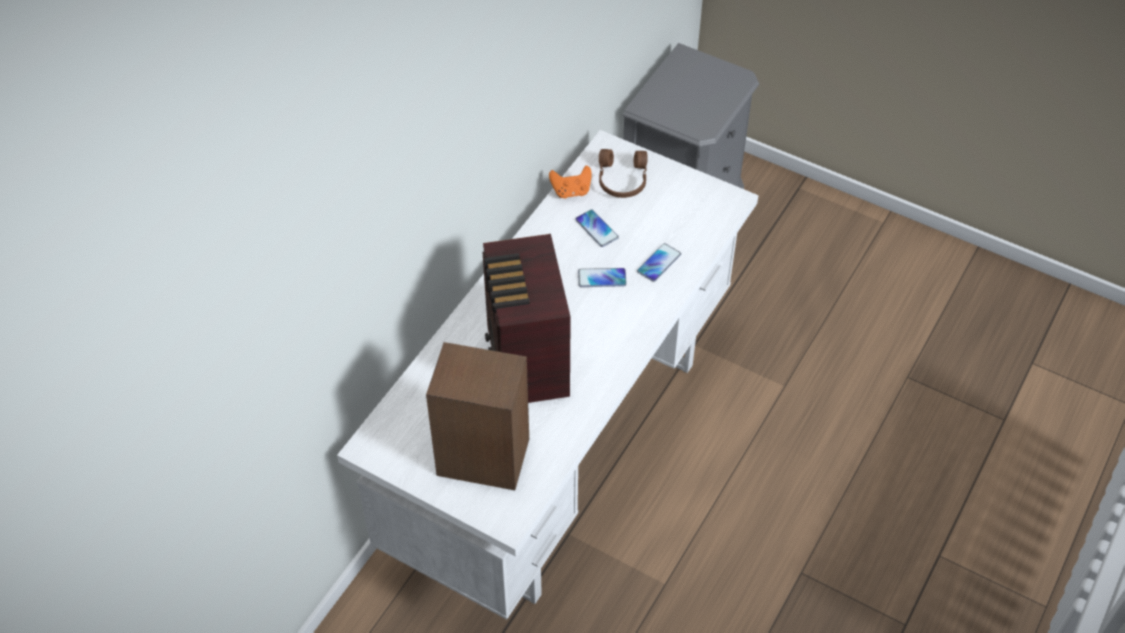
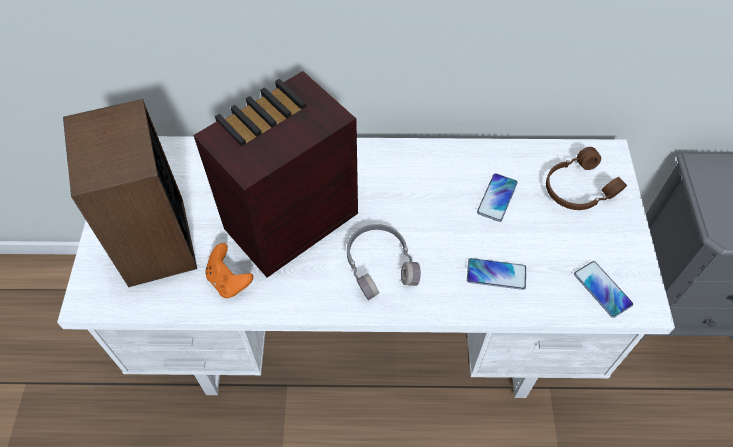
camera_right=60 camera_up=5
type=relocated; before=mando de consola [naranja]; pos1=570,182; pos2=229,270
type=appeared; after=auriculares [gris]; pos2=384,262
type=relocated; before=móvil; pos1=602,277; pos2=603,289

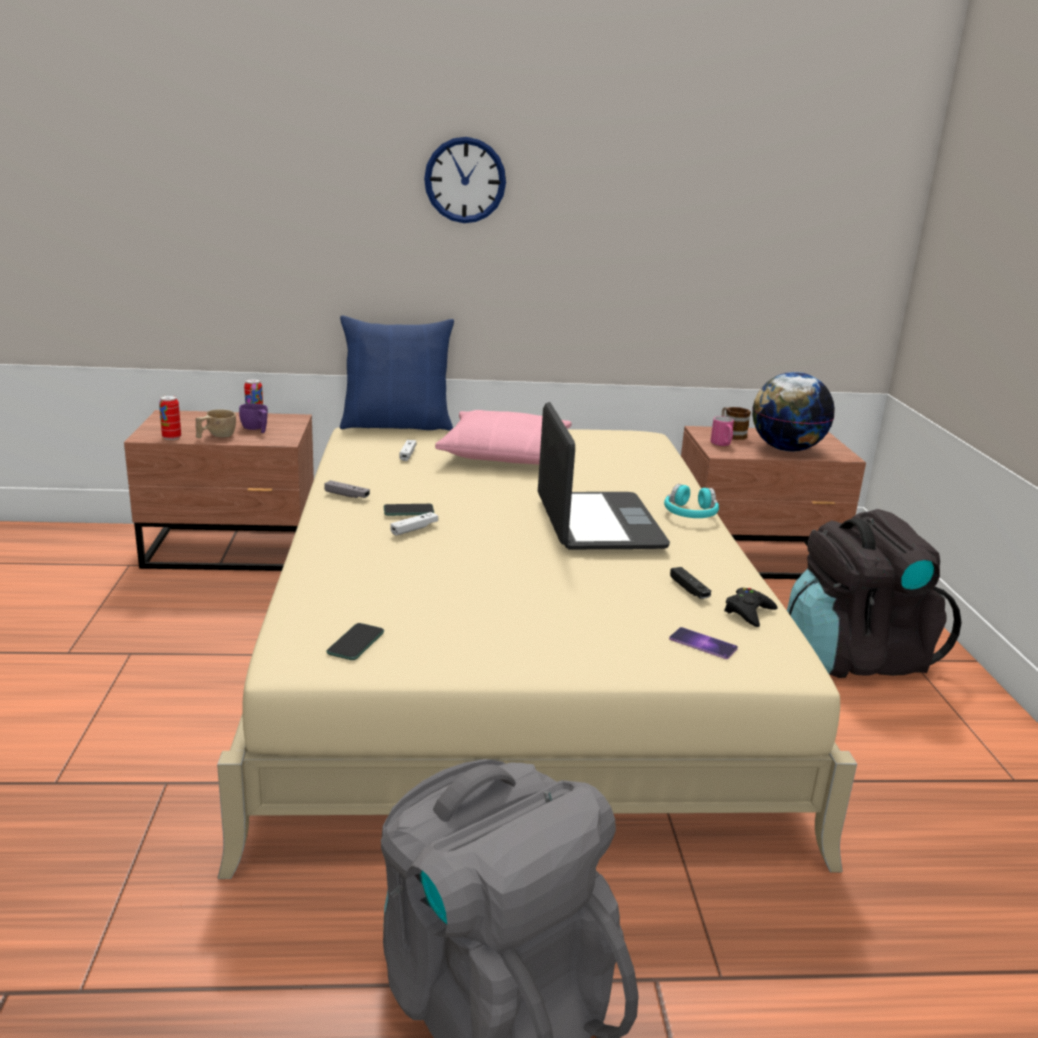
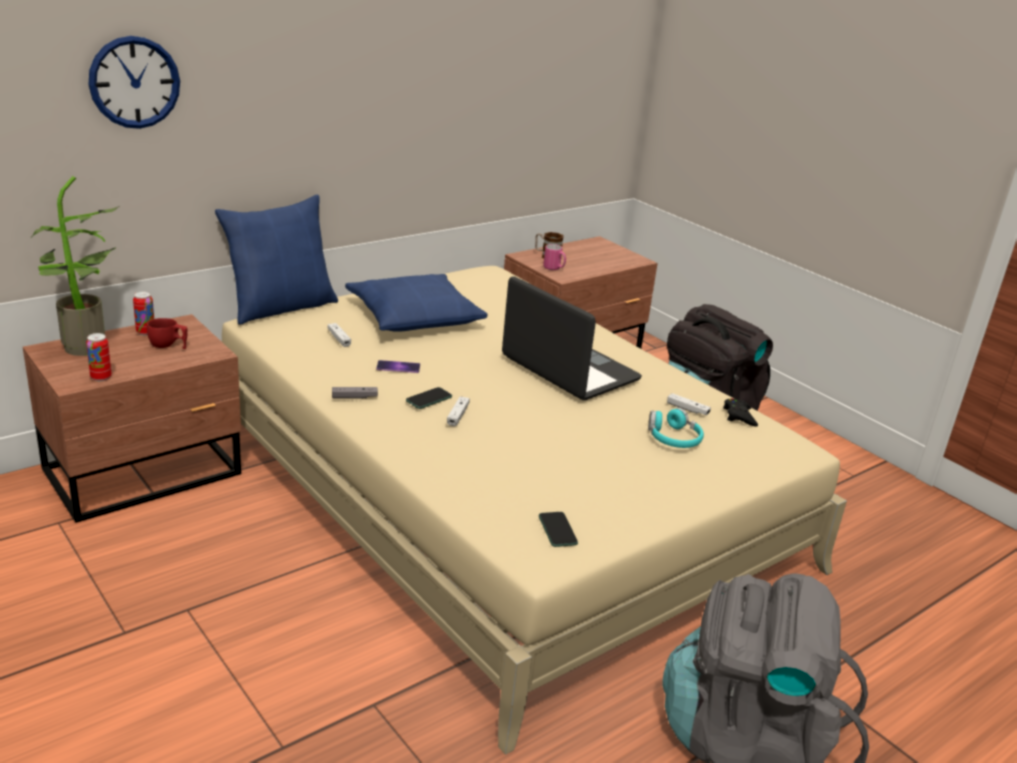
camera_right=-35 camera_up=5
type=appeared; after=planta en maceta; pos2=75,266
type=relocated; before=reloj de pared; pos1=465,180; pos2=134,82
type=colour; before=taza [morado]; after=taza [rojo]; pos1=253,418; pos2=167,333
type=colour; before=cojín [rosa]; after=cojín [azul]; pos1=503,437; pos2=416,303
type=relocated; before=móvil; pos1=703,643; pos2=398,366
type=relocated; before=auriculares [turquesa]; pos1=691,501; pos2=676,428
type=colour; before=mando de consola [negro]; after=mando de consola [blanco]; pos1=690,583; pos2=689,404
type=missing; before=taza [beis]; pos1=216,424
type=missing; before=globo terráqueo; pos1=793,412

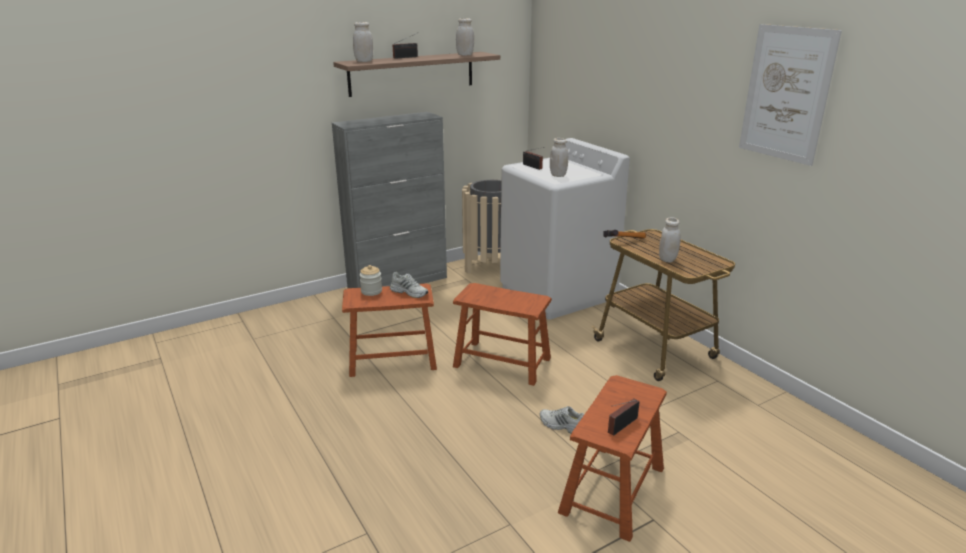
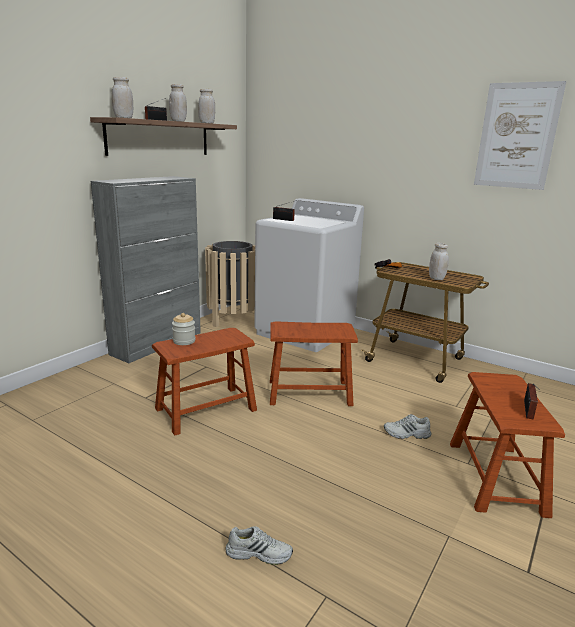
camera_right=-25 camera_up=-5
type=relocated; before=tarro [blanco]; pos1=559,157; pos2=178,103
type=relocated; before=zapato [blanco]; pos1=409,285; pos2=259,545

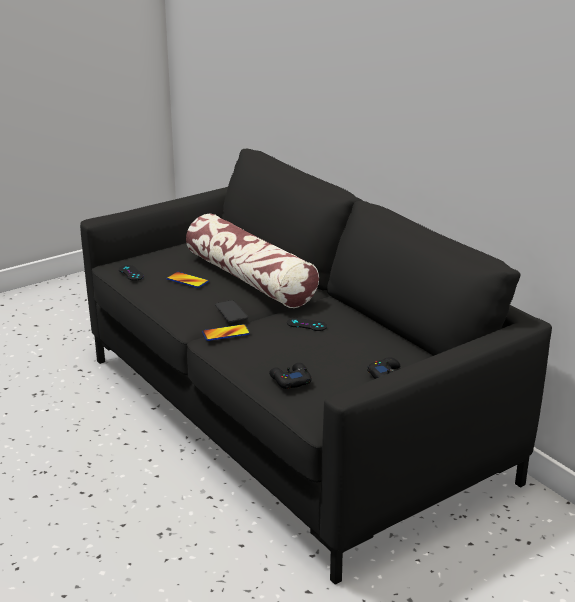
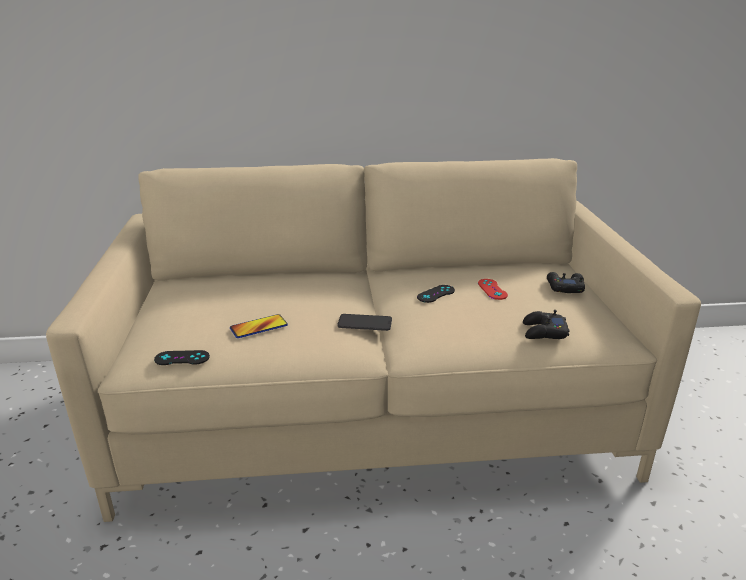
camera_right=-60 camera_up=0
type=colour; before=sofá [negro]; after=sofá [beis]; pos1=316,367; pos2=373,340
type=appeared; after=mando de consola [rojo]; pos2=493,289
type=missing; before=cojín; pos1=252,261
type=missing; before=móvil; pos1=226,332

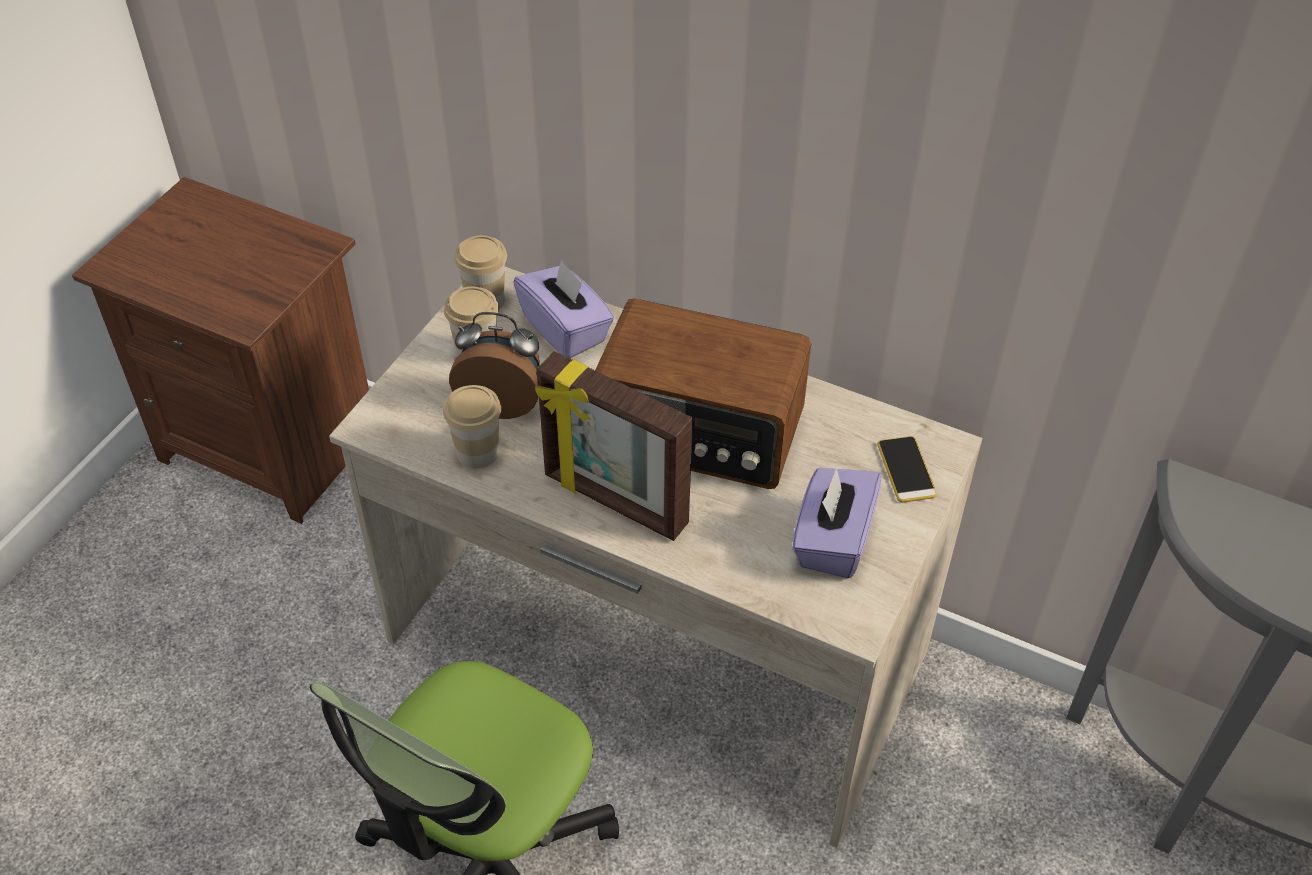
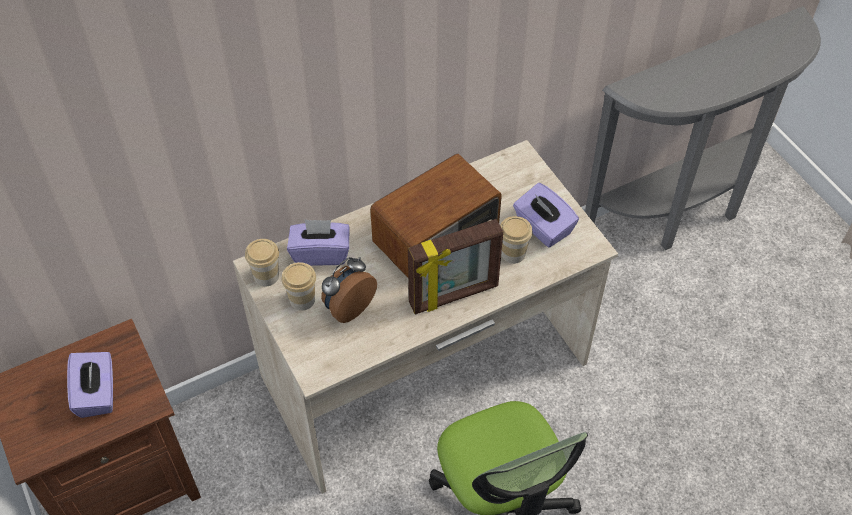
camera_right=-55 camera_up=5
type=appeared; after=caja de pañuelos [morado]; pos2=90,385
type=relocated; before=taza; pos1=472,426; pos2=516,240
type=missing; before=móvil; pos1=907,469

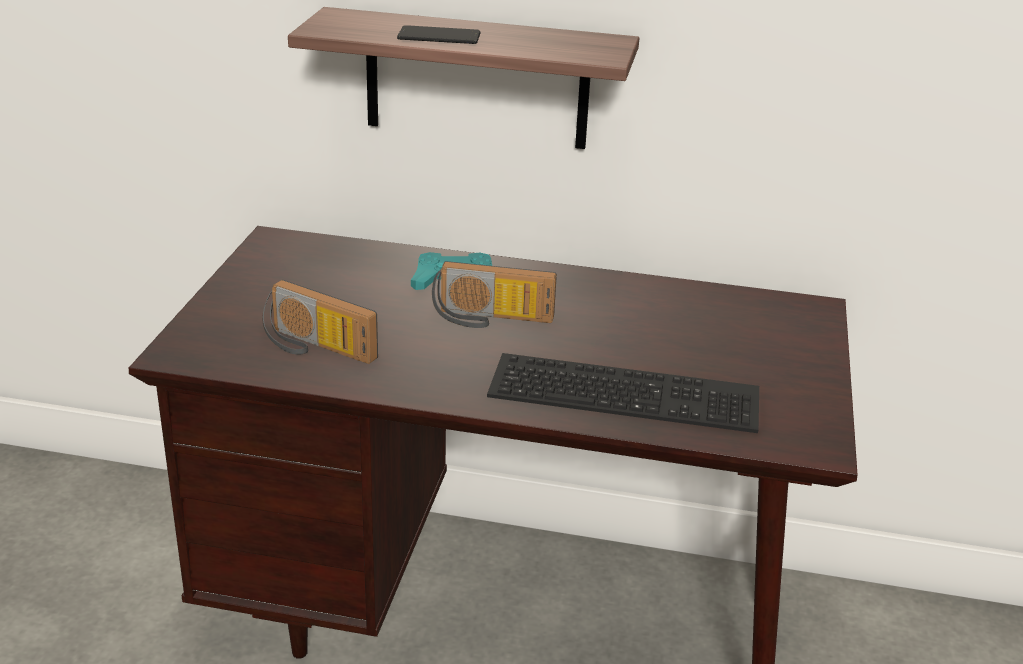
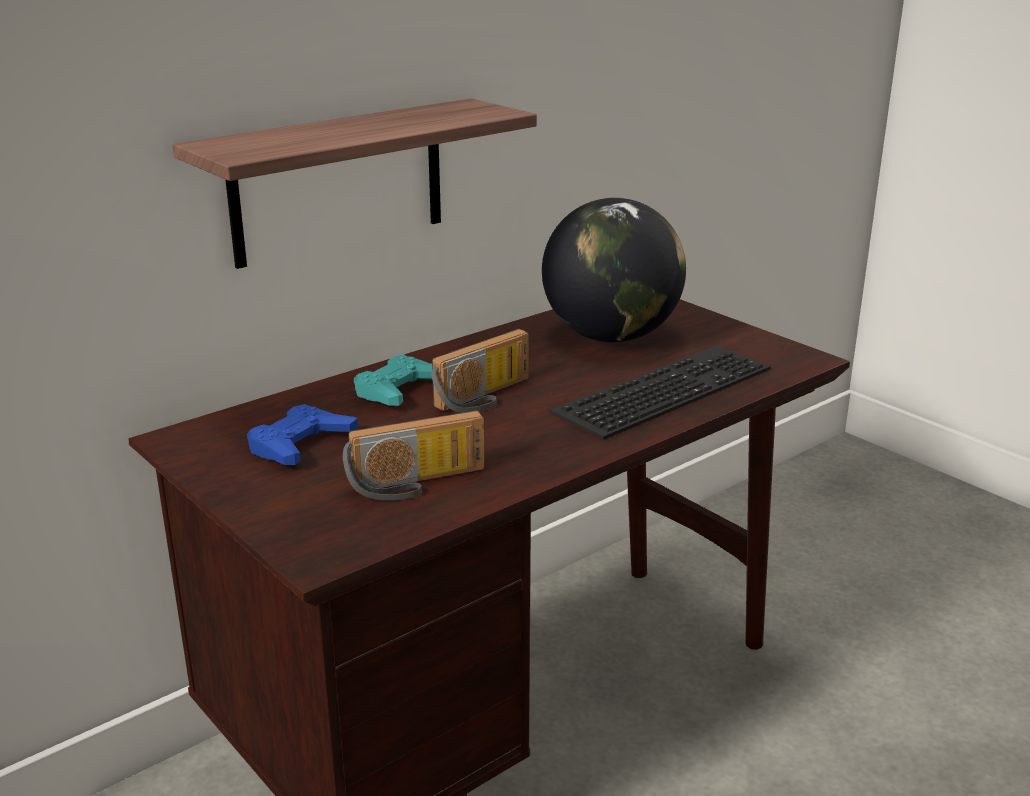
camera_right=-50 camera_up=-5
type=appeared; after=mando de consola [azul]; pos2=302,434
type=appeared; after=globo terráqueo; pos2=614,270
type=missing; before=móvil; pos1=439,34

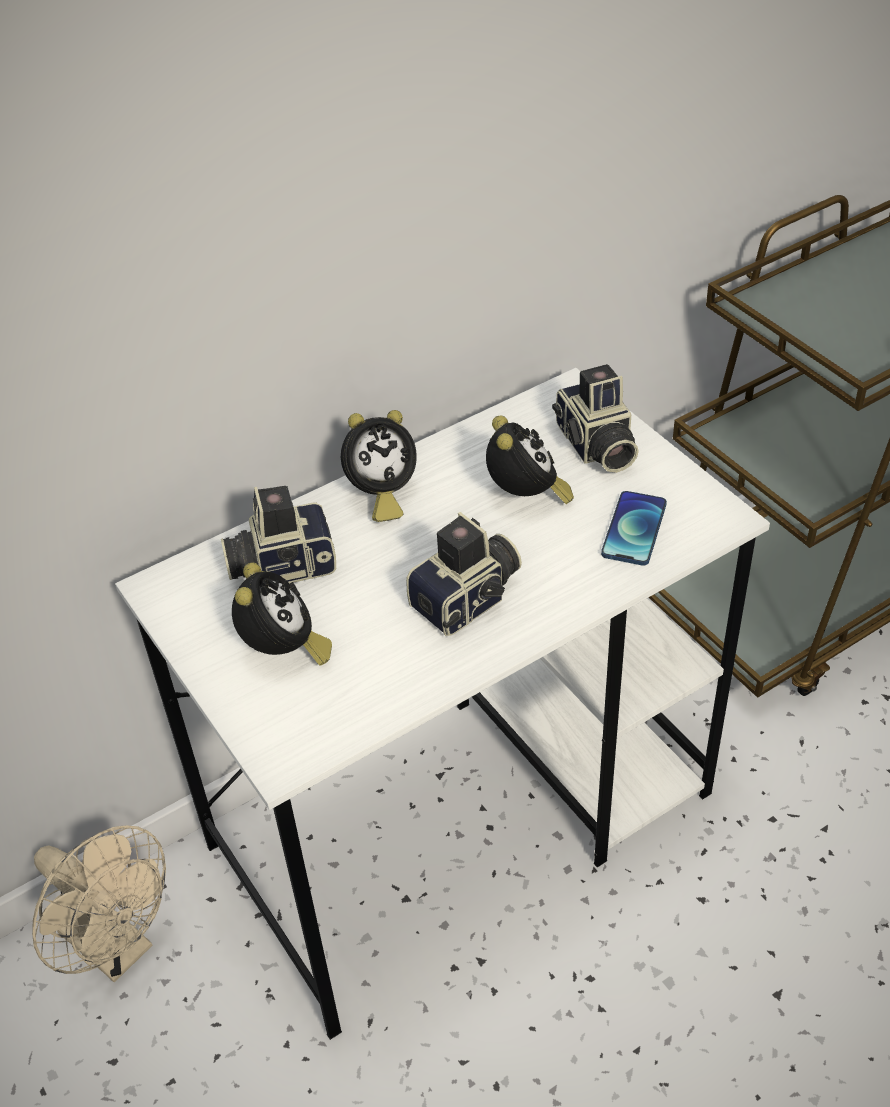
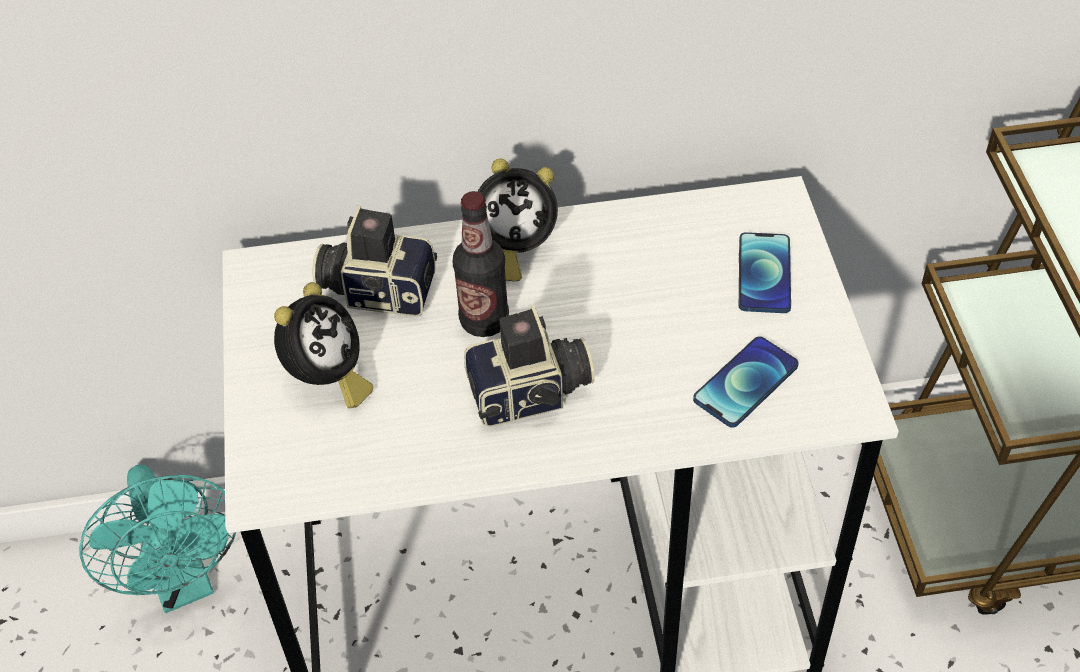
camera_right=25 camera_up=5
type=colour; before=ventilador [beis]; after=ventilador [turquesa]; pos1=99,903; pos2=158,538
type=appeared; after=botella; pos2=481,264
type=exchanged; before=cámara; after=móvil; pos1=595,418; pos2=765,272
type=missing; before=despertador; pos1=530,459

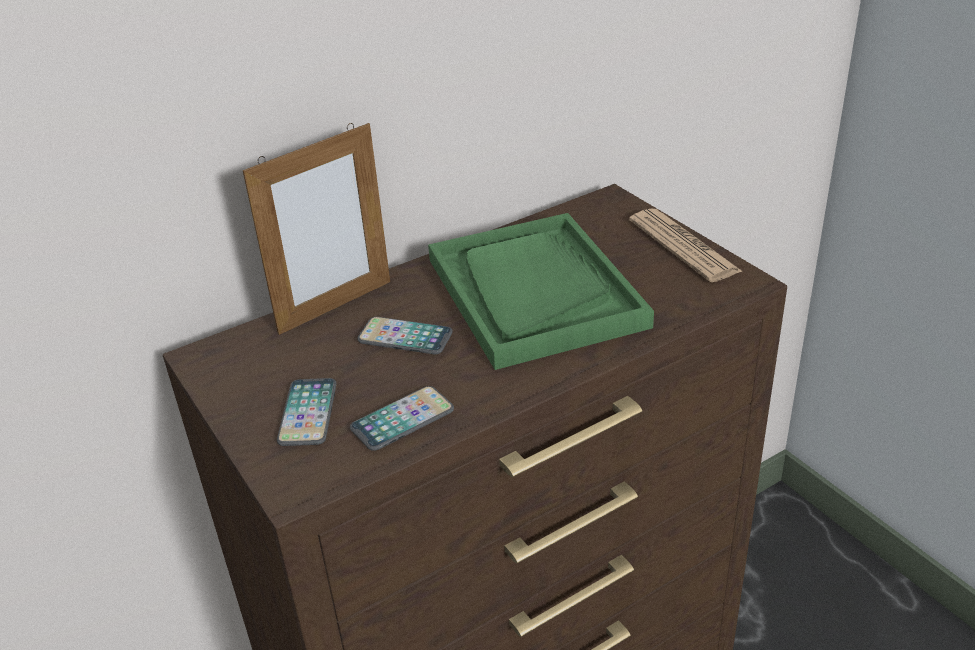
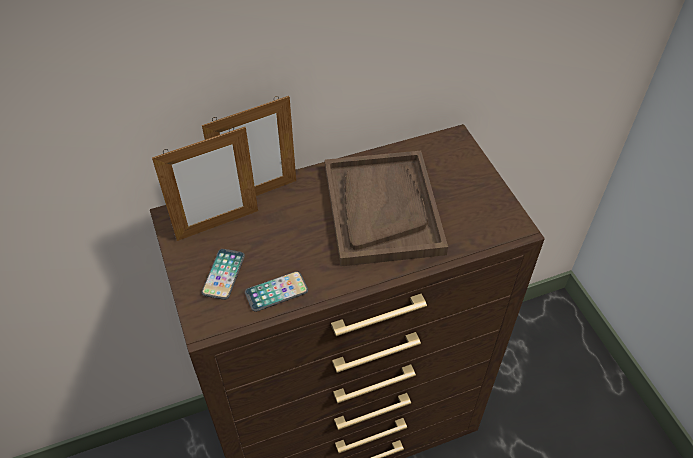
camera_right=10 camera_up=15
type=appeared; after=portarretratos; pos2=205,184
type=colour; before=bandeja [verde]; after=bandeja [marrón]; pos1=541,291; pos2=386,209
type=missing; before=móvil; pos1=405,335
type=missing; before=periódico; pos1=686,245

